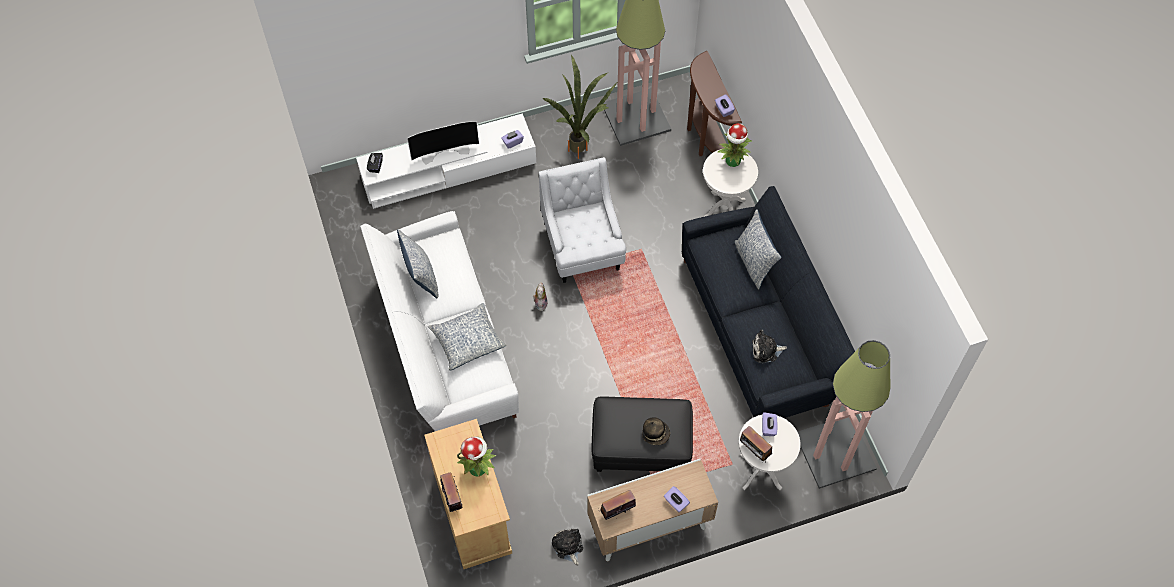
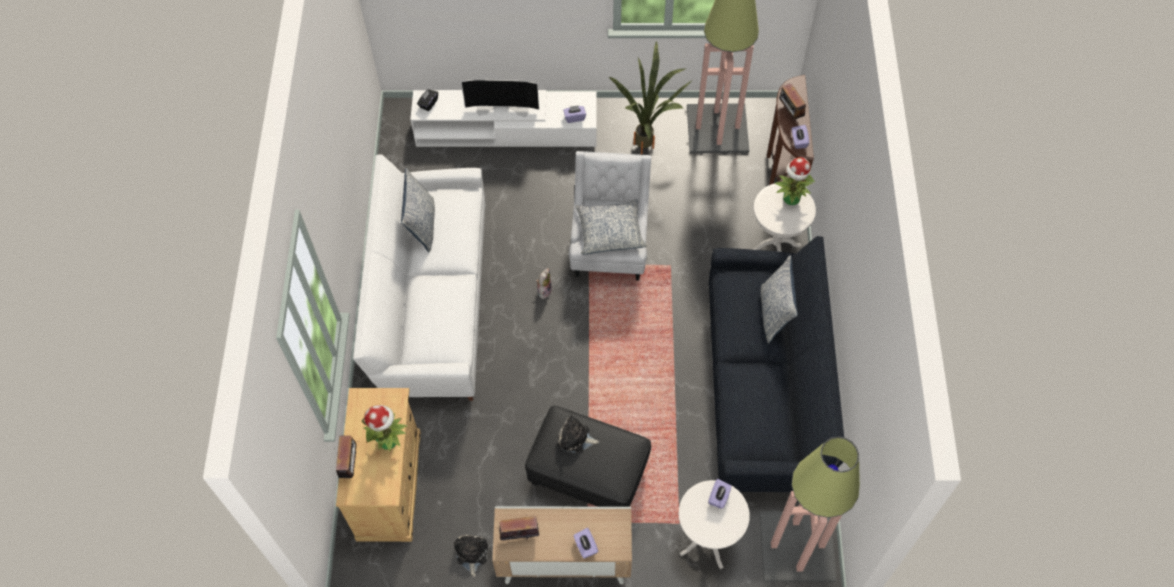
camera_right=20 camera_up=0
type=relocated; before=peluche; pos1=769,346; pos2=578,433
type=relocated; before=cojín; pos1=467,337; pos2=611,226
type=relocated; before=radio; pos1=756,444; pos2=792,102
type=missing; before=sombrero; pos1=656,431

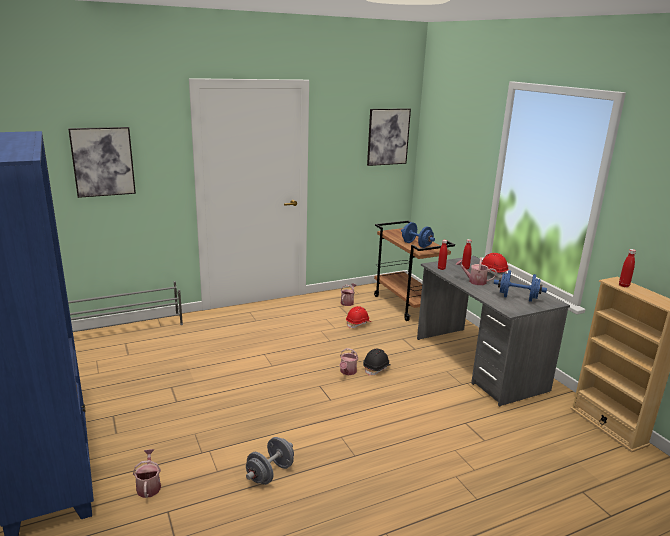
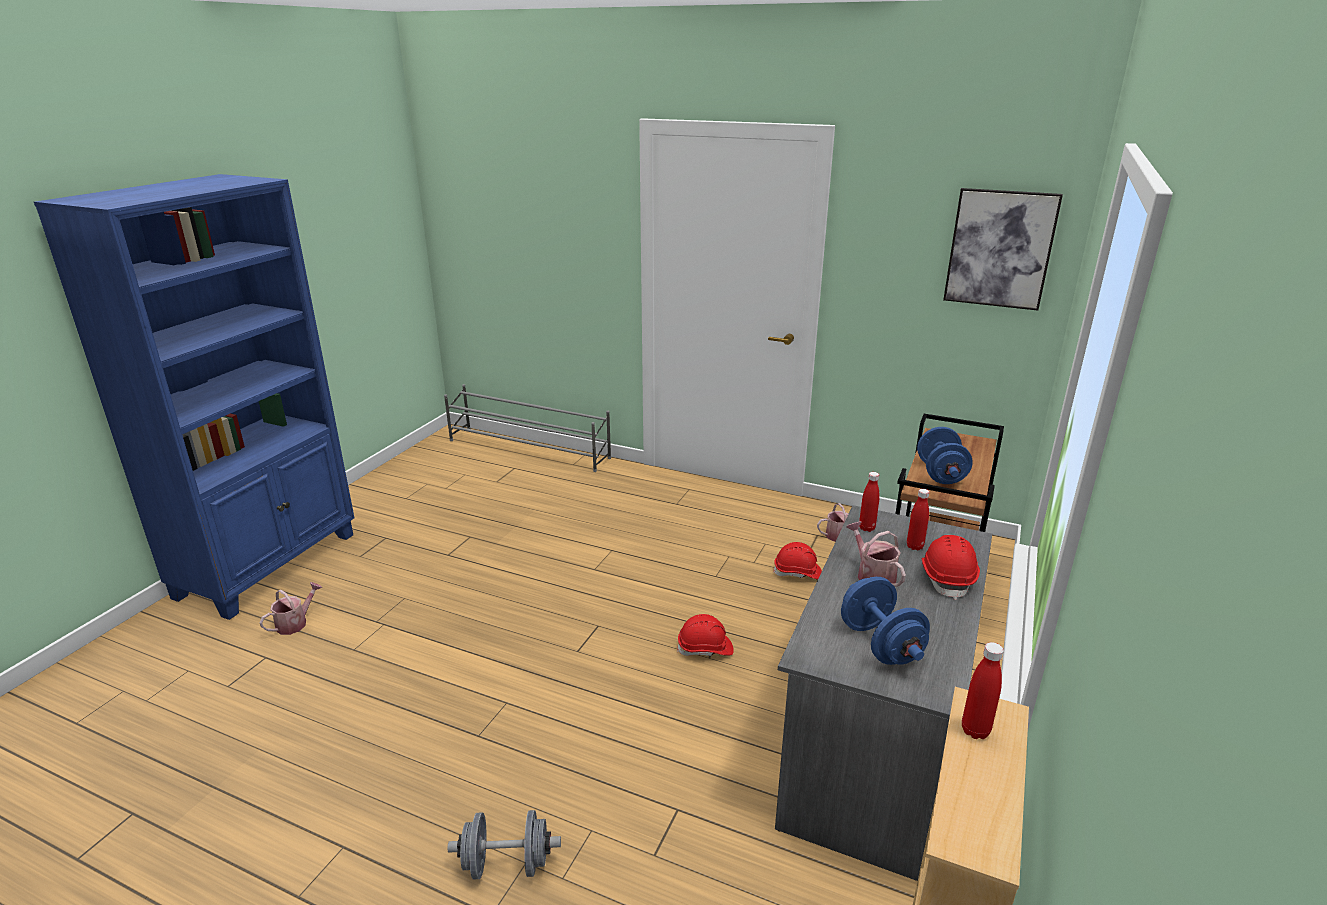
camera_right=50 camera_up=5
type=relocated; before=mancuerna [gris]; pos1=270,461; pos2=504,844
type=colour; before=casco [negro]; after=casco [rojo]; pos1=377,362; pos2=705,635
type=missing; before=cuadro; pos1=102,162
type=missing; before=regadera; pos1=348,361

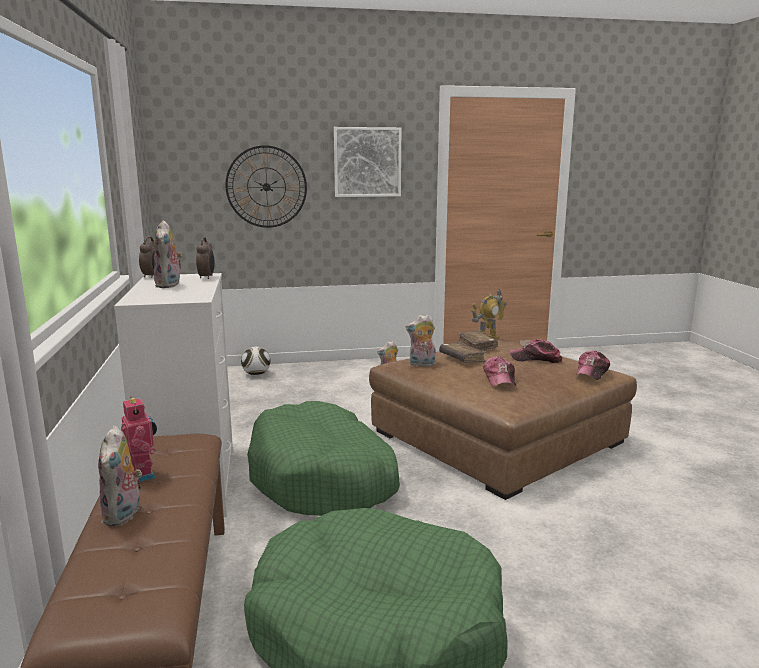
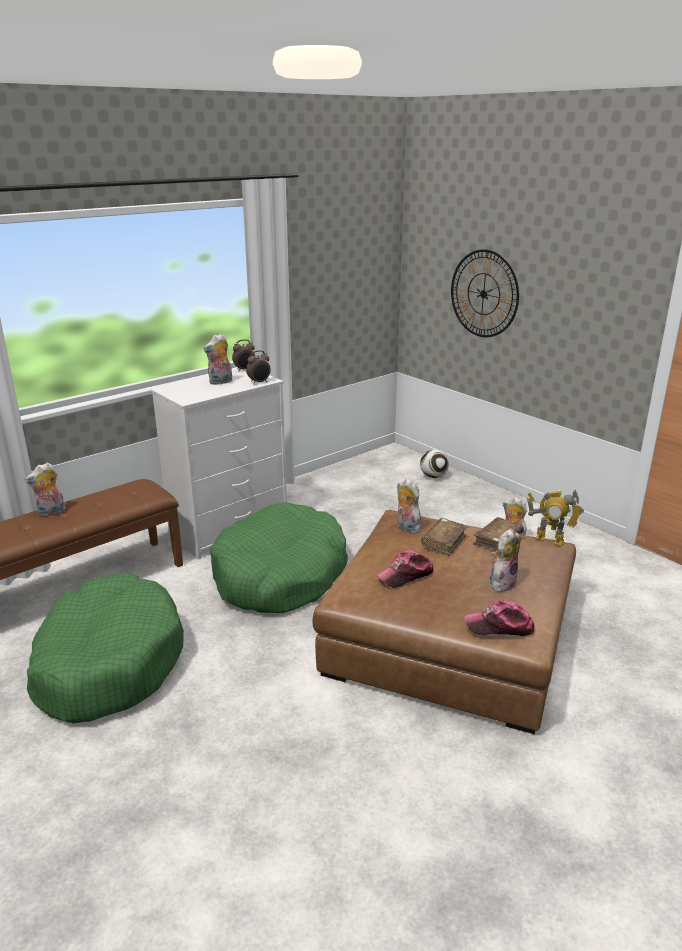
camera_right=60 camera_up=10
type=exchanged; before=gorra; after=peluche; pos1=536,351; pos2=505,560
type=missing; before=robot de juguete; pos1=139,439
type=missing; before=cuadro; pos1=367,162

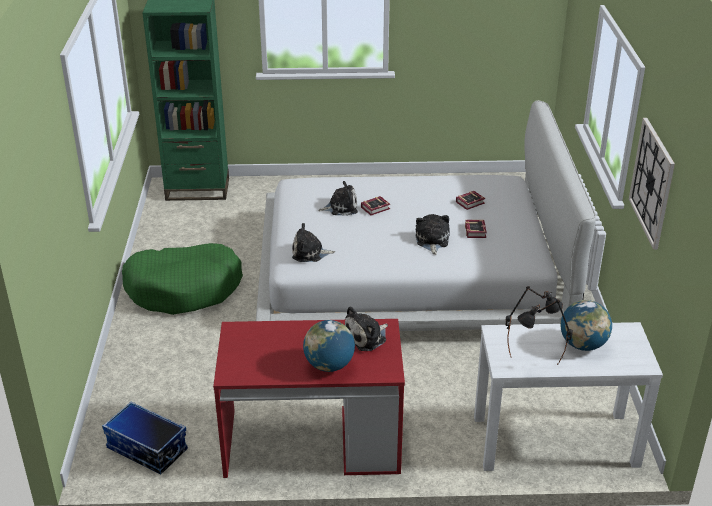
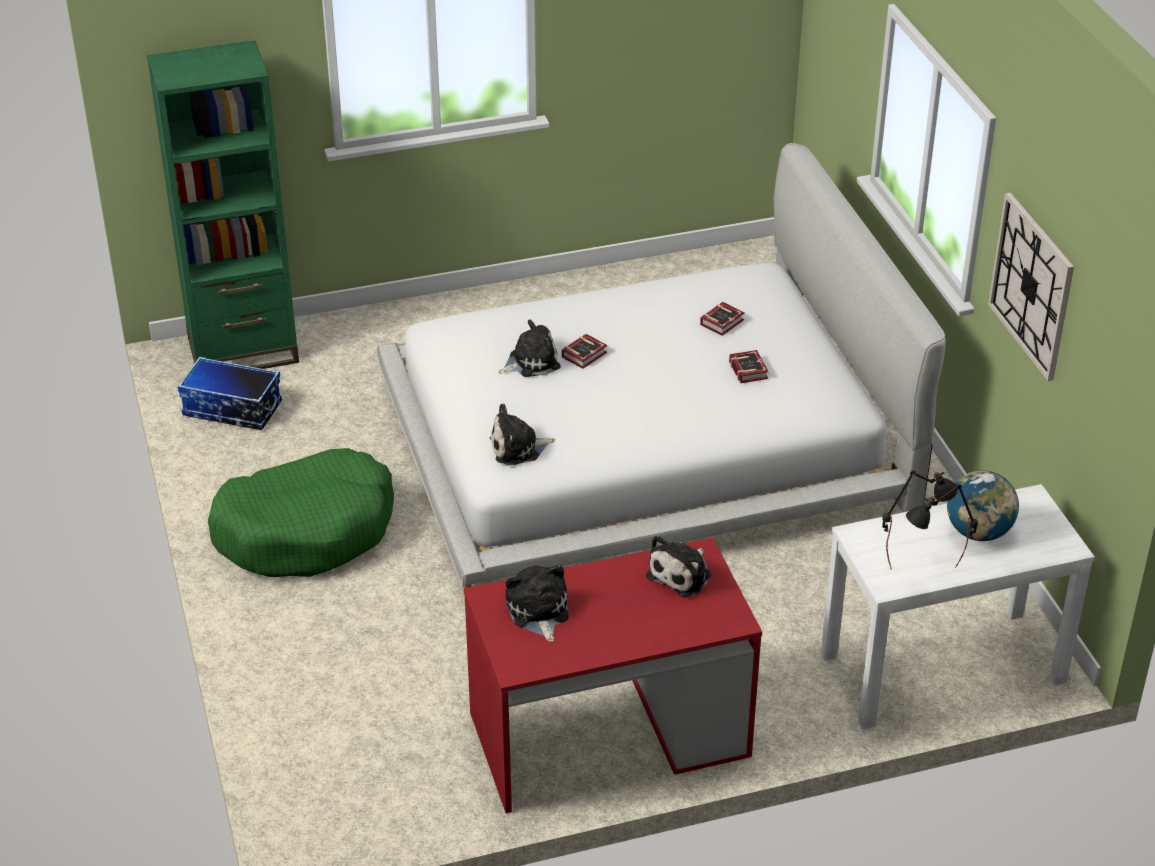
camera_right=-15 camera_up=5
type=relocated; before=caja de almacenaje; pos1=145,437; pos2=229,393
type=relocated; before=peluche; pos1=433,234; pos2=537,603
type=missing; before=globo terráqueo; pos1=329,346

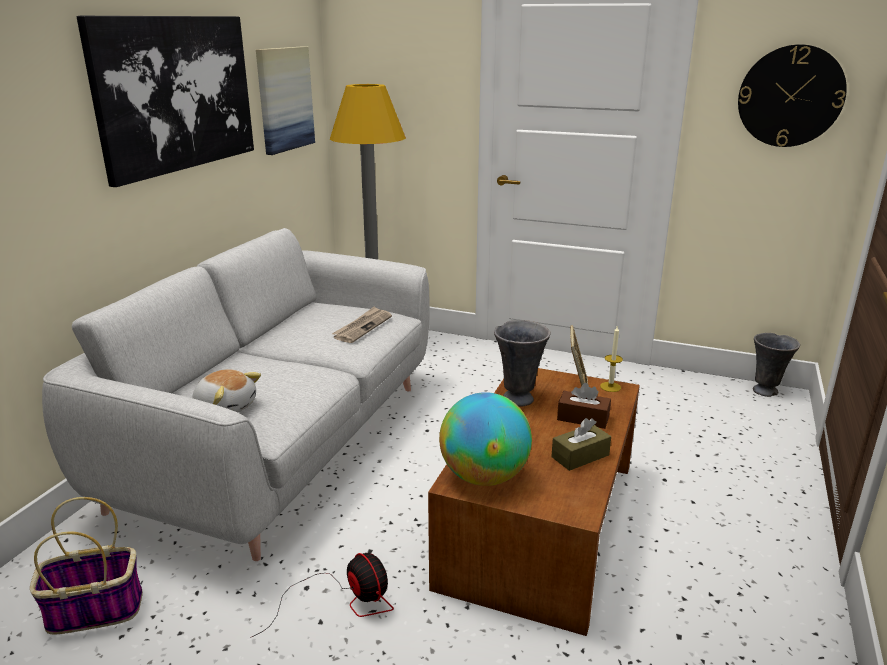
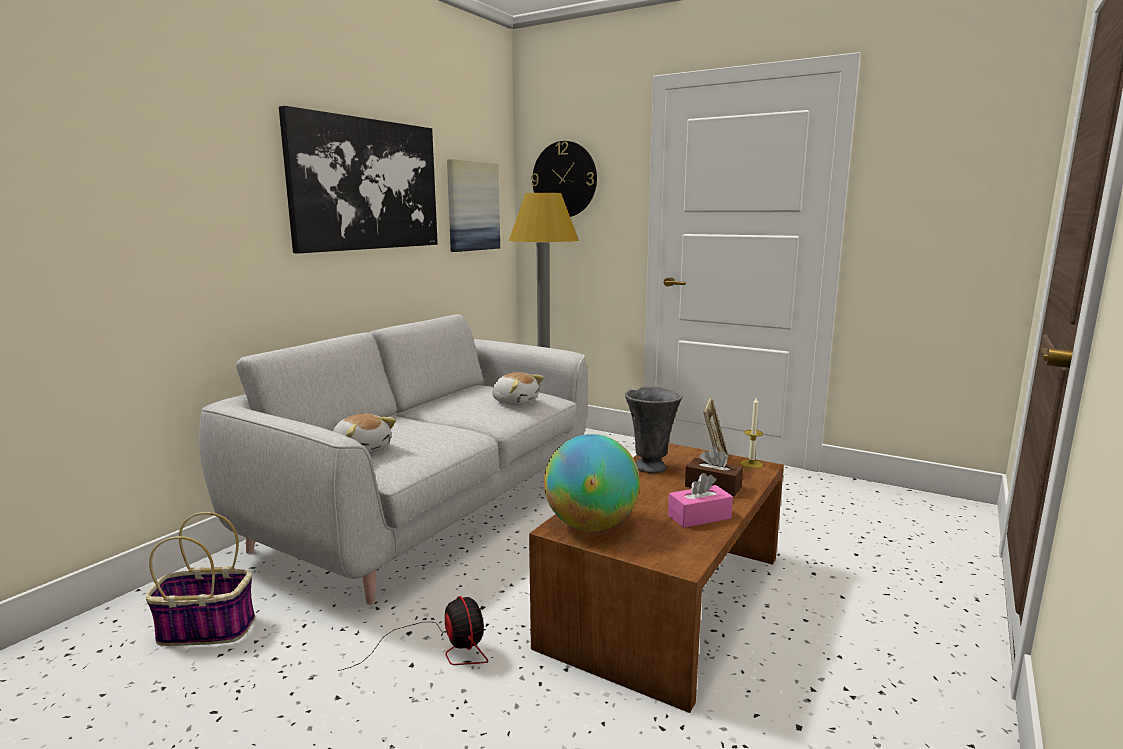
camera_right=10 camera_up=-10
type=exchanged; before=periódico; after=peluche; pos1=362,324; pos2=518,388
type=relocated; before=reloj de pared; pos1=792,95; pos2=564,179
type=colour; before=caja de pañuelos [marrón]; after=caja de pañuelos [rosa]; pos1=581,444; pos2=700,500
type=missing; before=florero [gris]; pos1=776,365

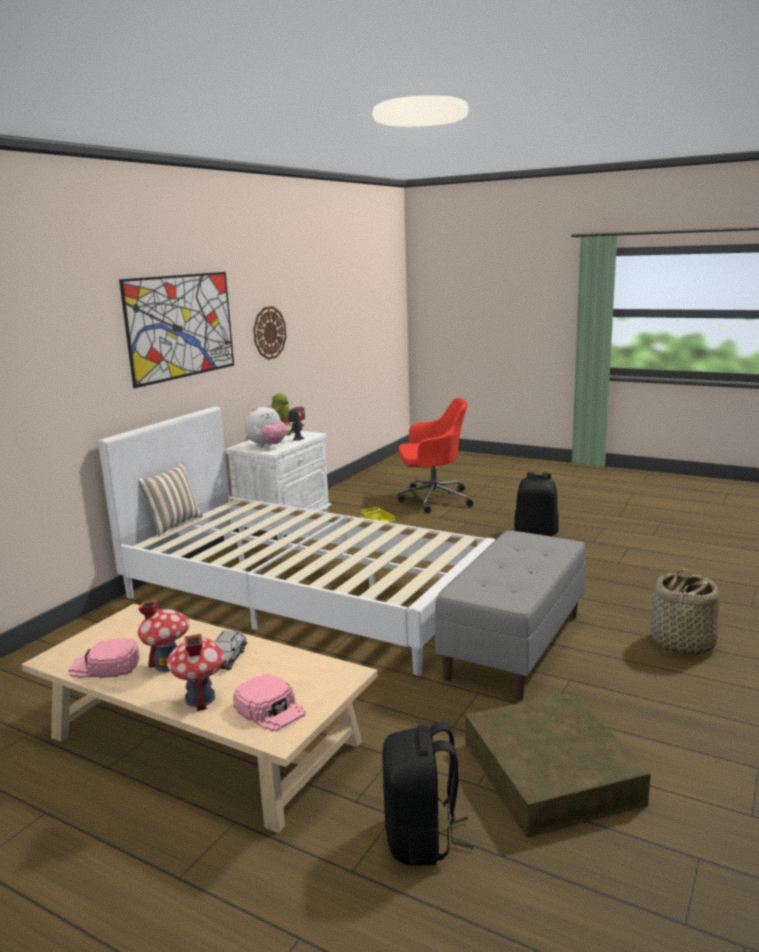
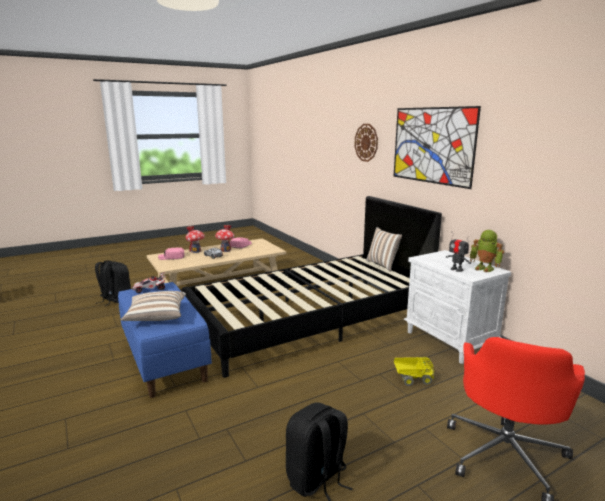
camera_right=120 camera_up=0
type=colour; before=banco [gris]; after=banco [azul]; pos1=510,615; pos2=165,340
type=appeared; after=cojín; pos2=153,306
type=appeared; after=coche de juguete; pos2=149,282
type=colour; before=cama [blanco]; after=cama [negro]; pos1=296,541; pos2=312,287
type=relocated; before=reloj de pared; pos1=269,333; pos2=366,143
type=missing; before=peluche; pos1=266,425
type=missing; before=caja de almacenaje [marrón]; pos1=558,765
type=missing; before=cesta; pos1=685,612

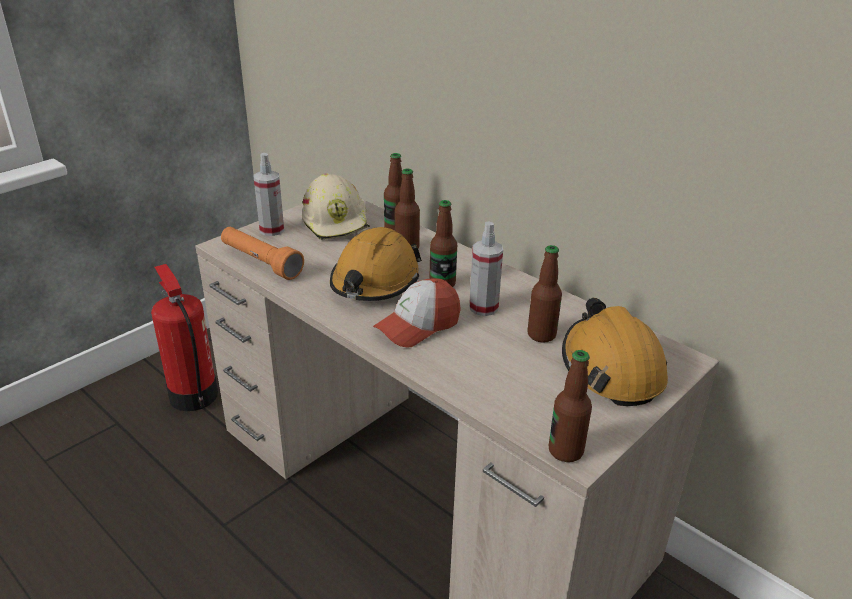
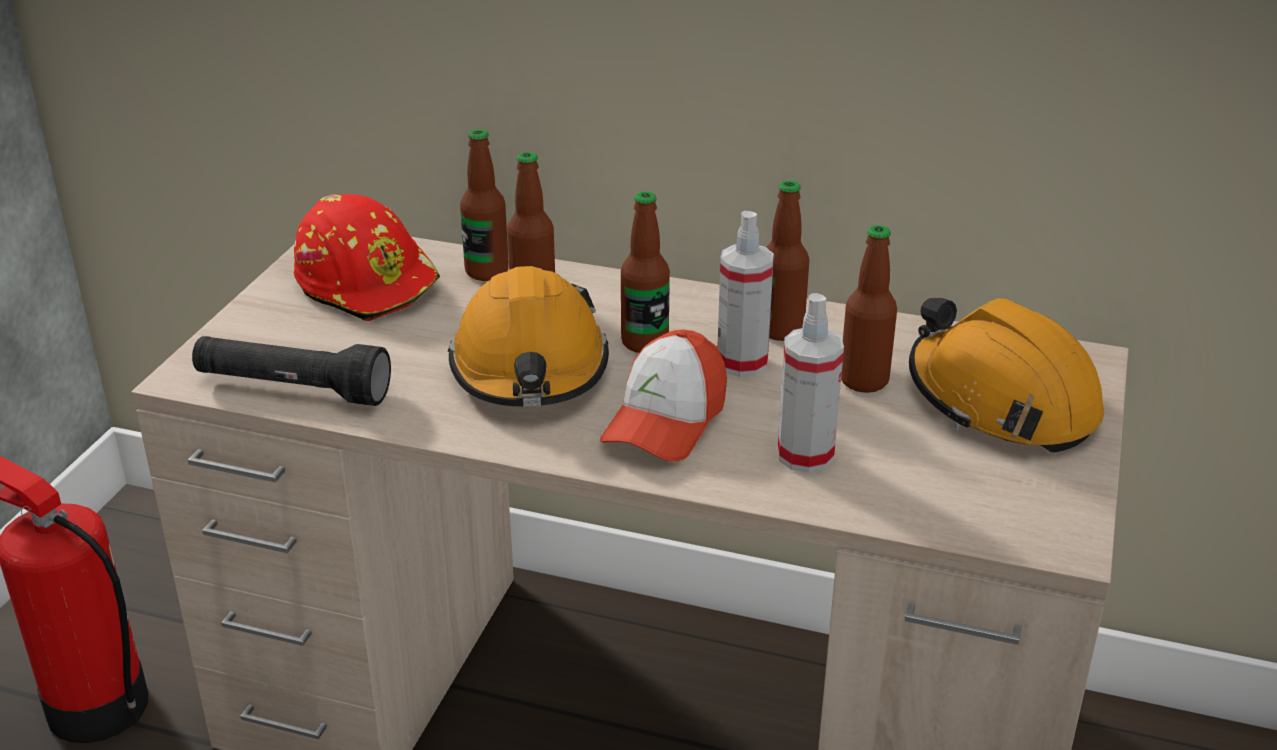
camera_right=-25 camera_up=0
type=colour; before=linterna [naranja]; after=linterna [negro]; pos1=262,253; pos2=291,371
type=colour; before=casco [beis]; after=casco [rojo]; pos1=336,206; pos2=367,257
type=relocated; before=botella; pos1=570,406; pos2=787,260
type=relocated; before=pulverizador; pos1=269,194; pos2=810,383

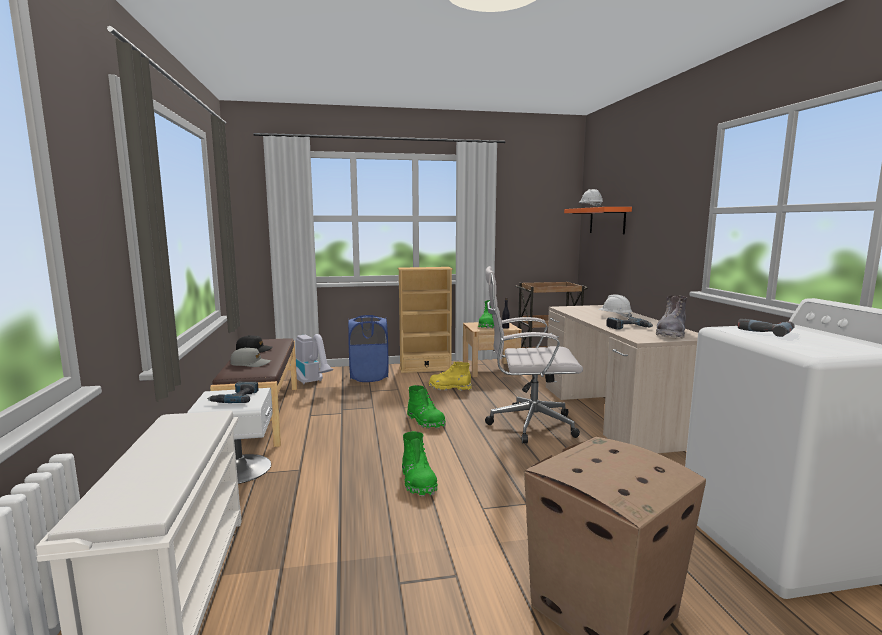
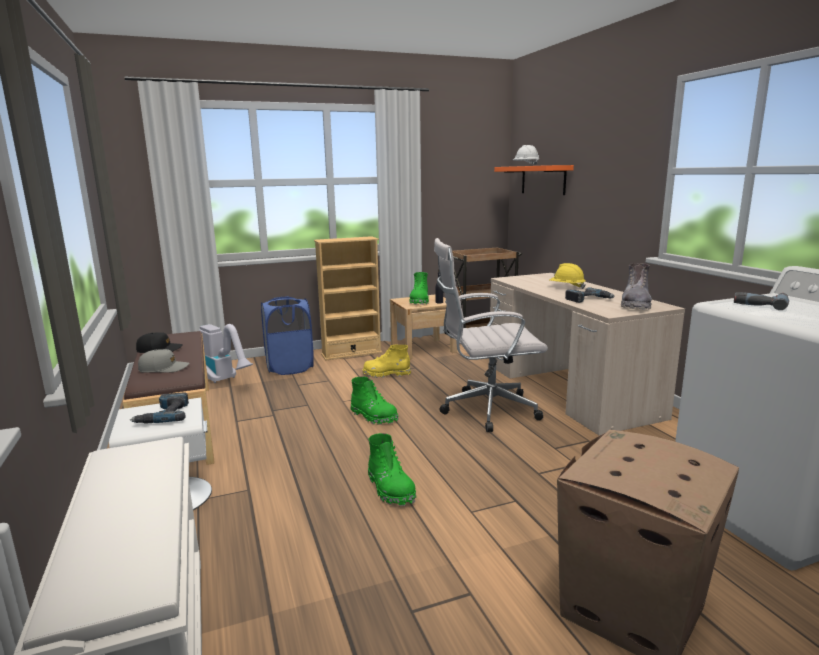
camera_right=-10 camera_up=5
type=colour; before=casco [blanco]; after=casco [amarillo]; pos1=615,307; pos2=568,276

